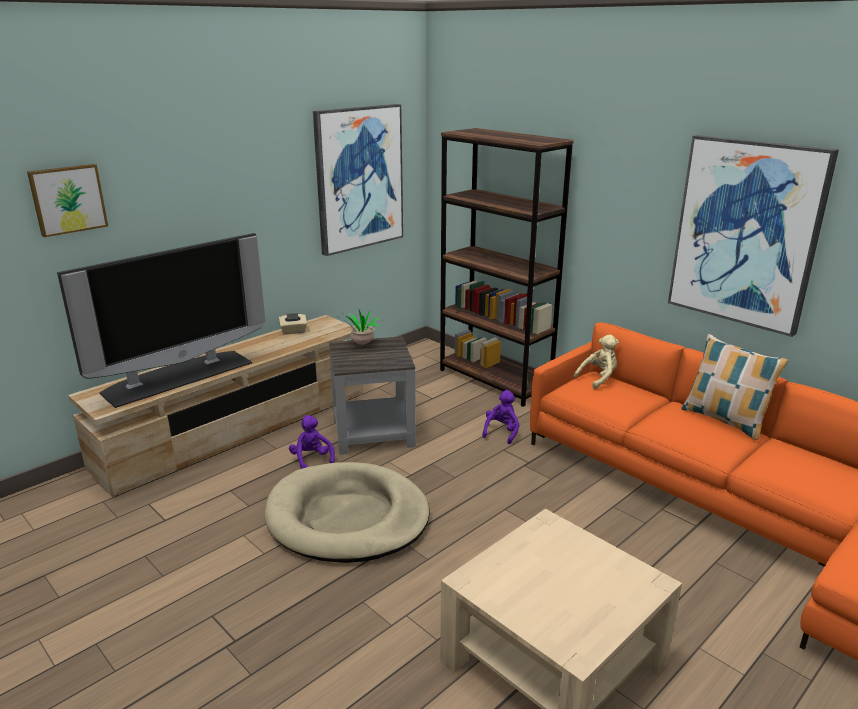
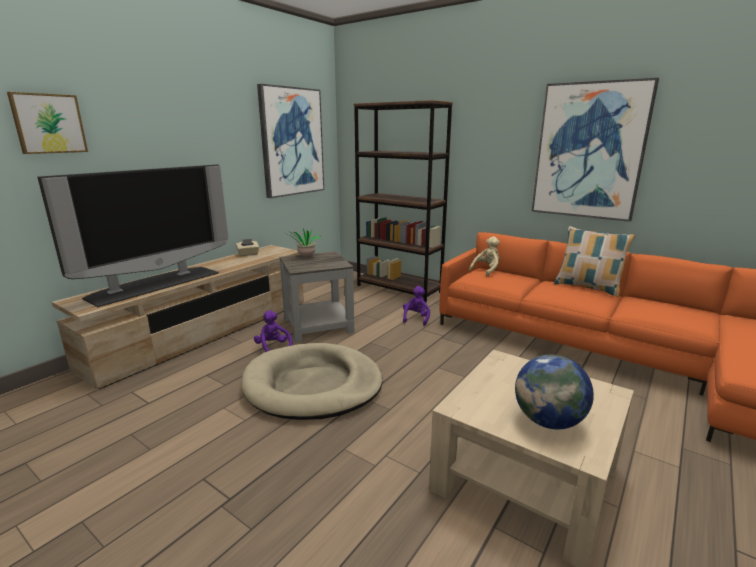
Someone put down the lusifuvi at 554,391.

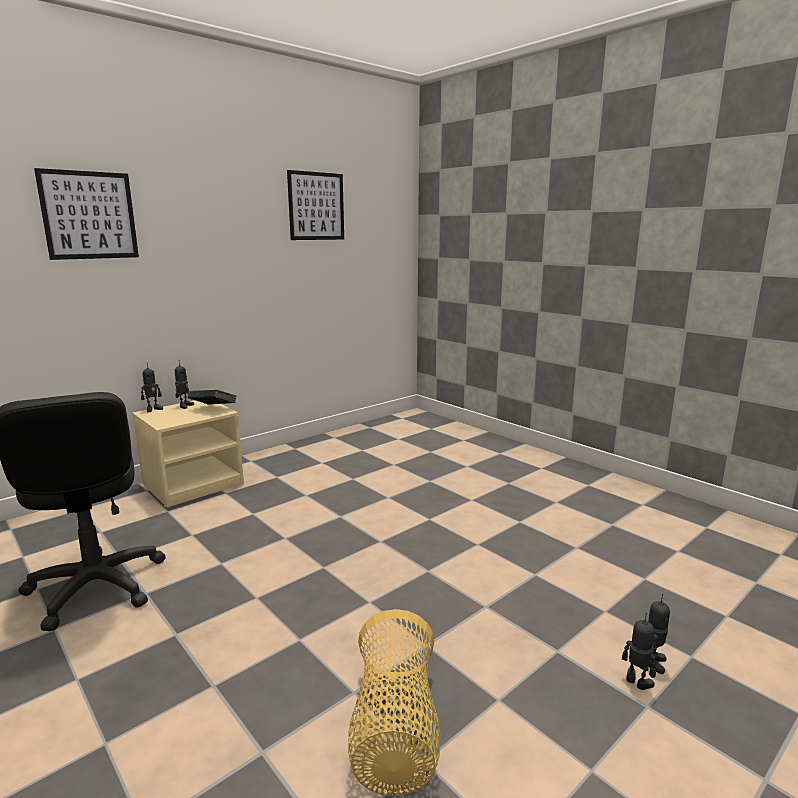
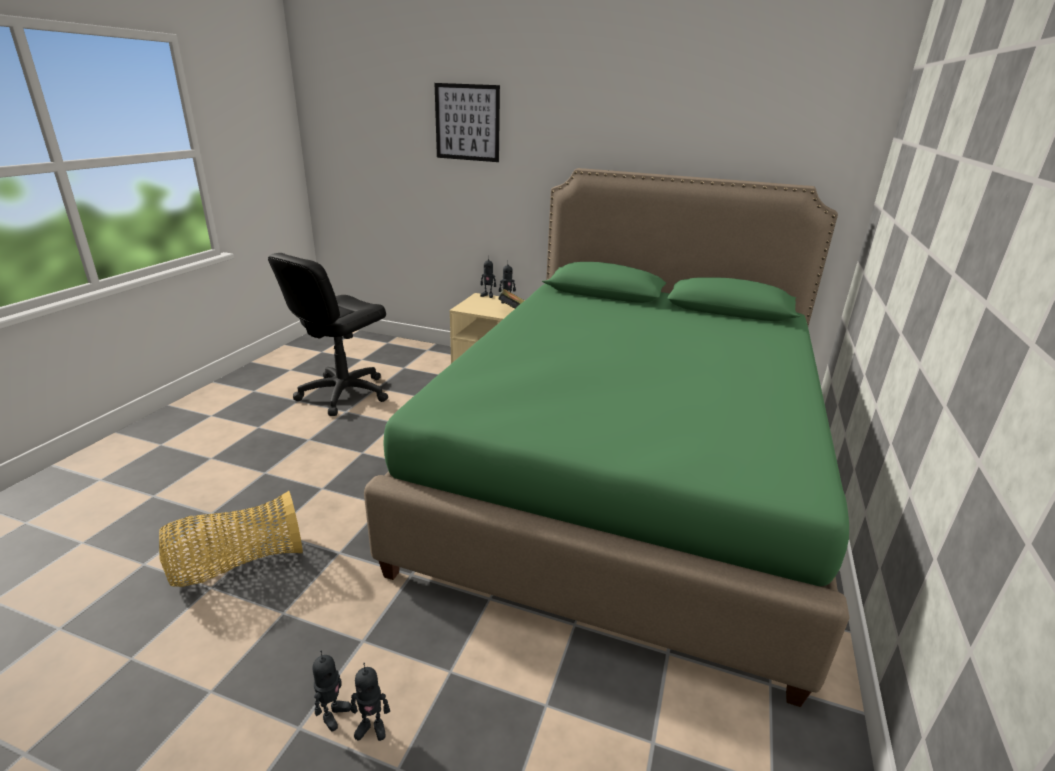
Someone put down the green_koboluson at 607,437.
Someone took away the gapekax at 315,205.

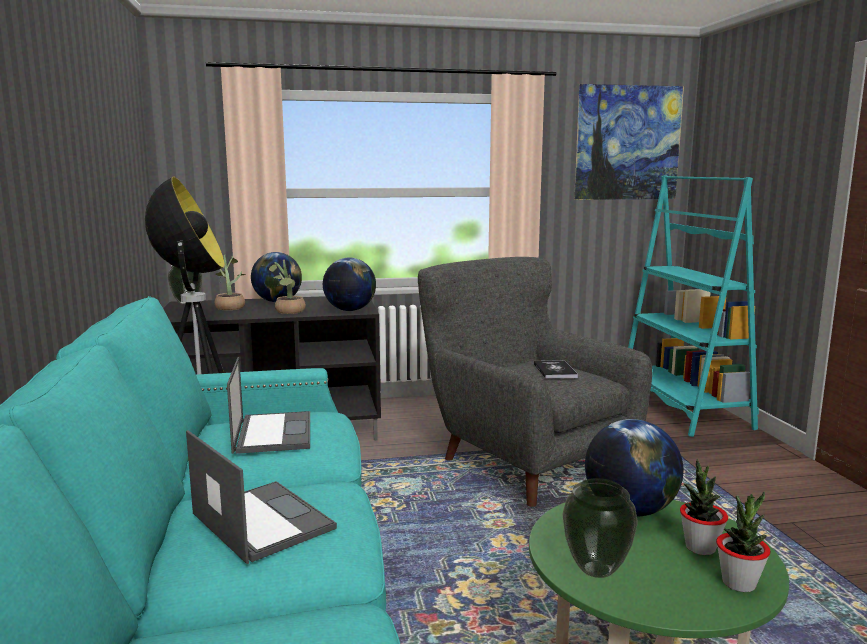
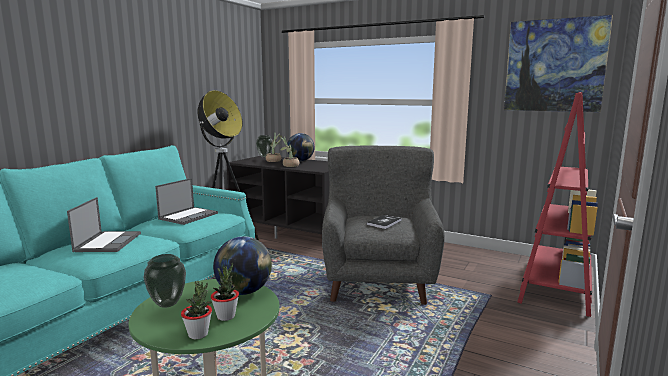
Someone repainted the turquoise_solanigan at 693,306, which became the red_solanigan at 558,204.
Someone took away the lusifuvi at 349,284.

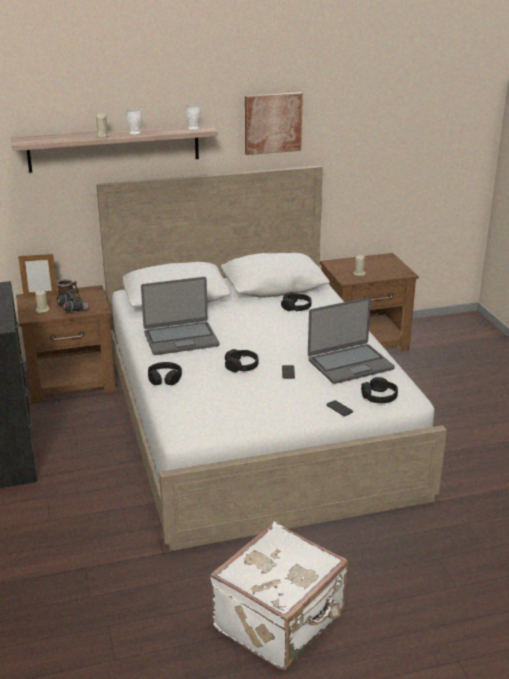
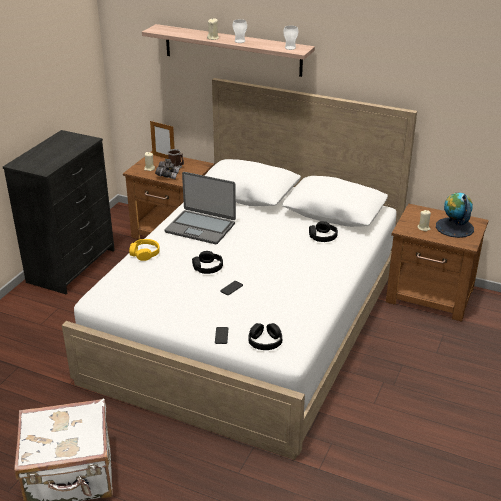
Someone repainted the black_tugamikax at 165,373, which became the yellow_tugamikax at 144,250.
Someone put down the lusifuvi at 455,215.
Someone took away the gapekax at 274,123.
Someone took away the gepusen at 351,340.

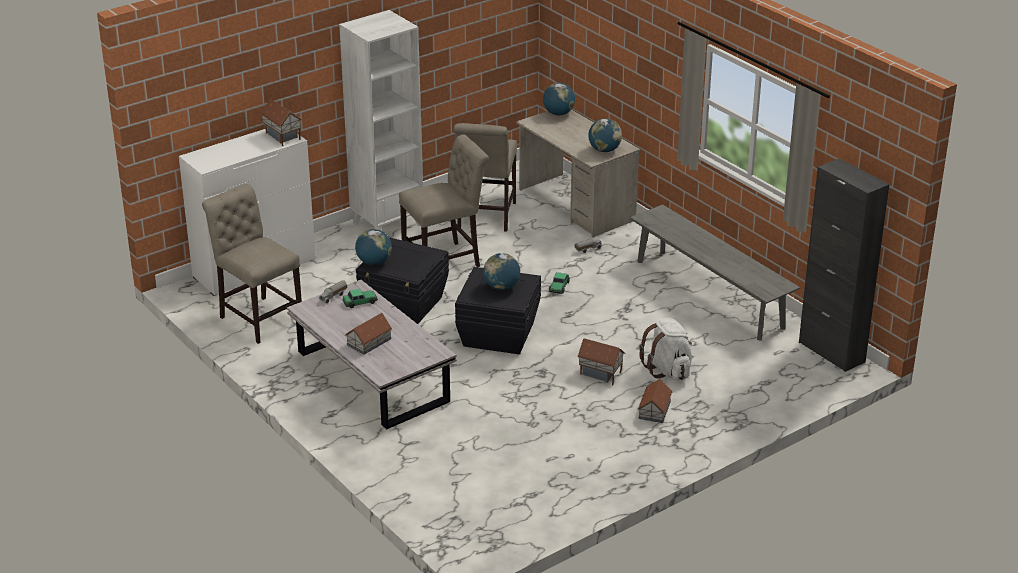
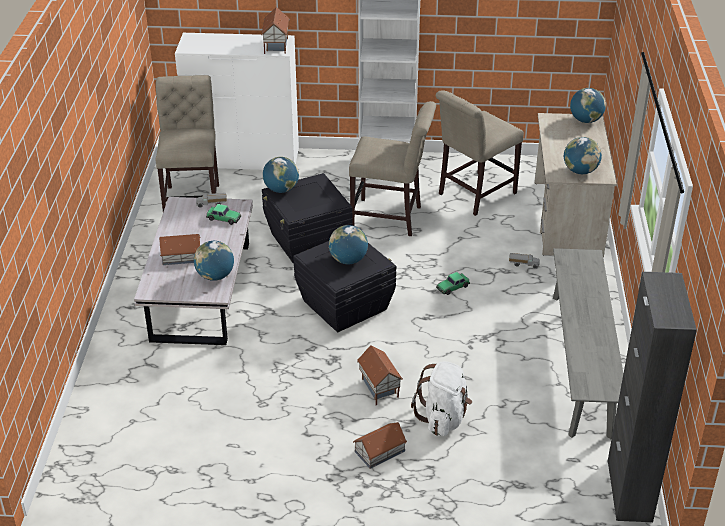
Someone put down the lusifuvi at 214,261.

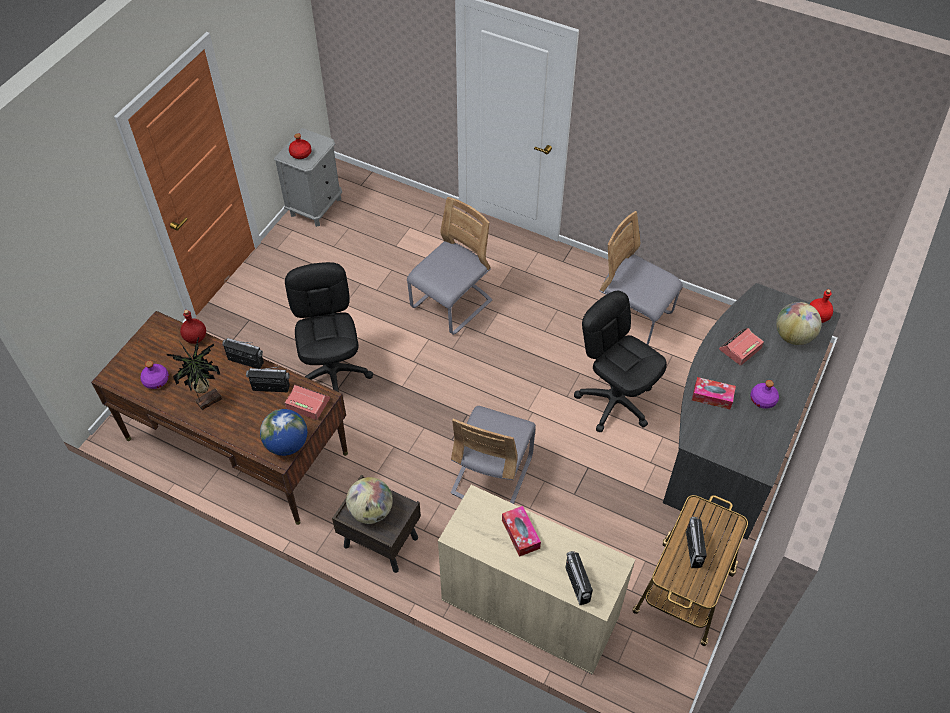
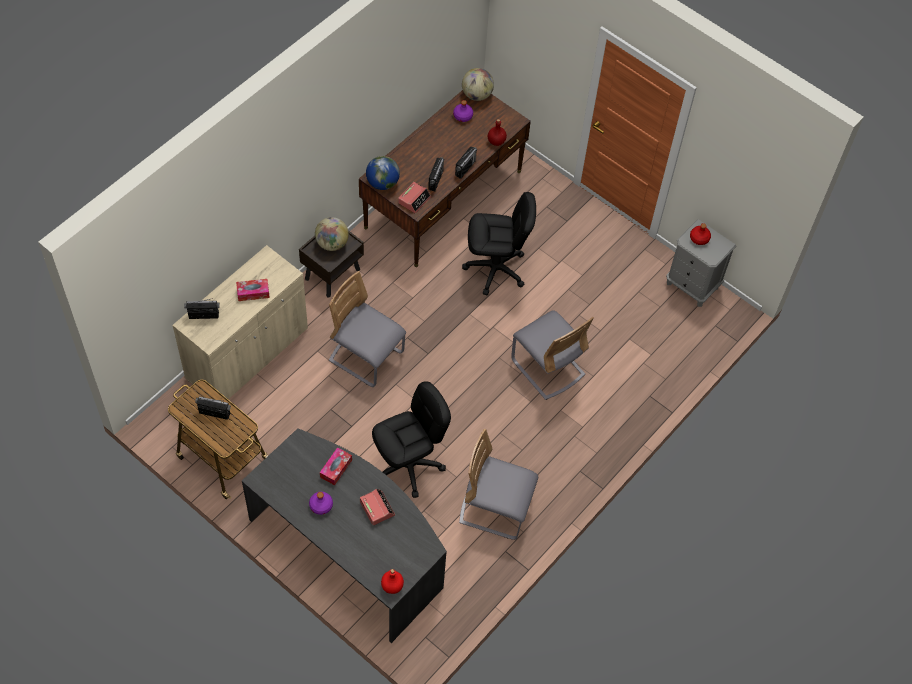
Someone rotated the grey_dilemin at 641,278 by 120 degrees counterclockwise.
Someone carried the lusifuvi from 799,323 to 478,84.
Someone took away the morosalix at 194,373.

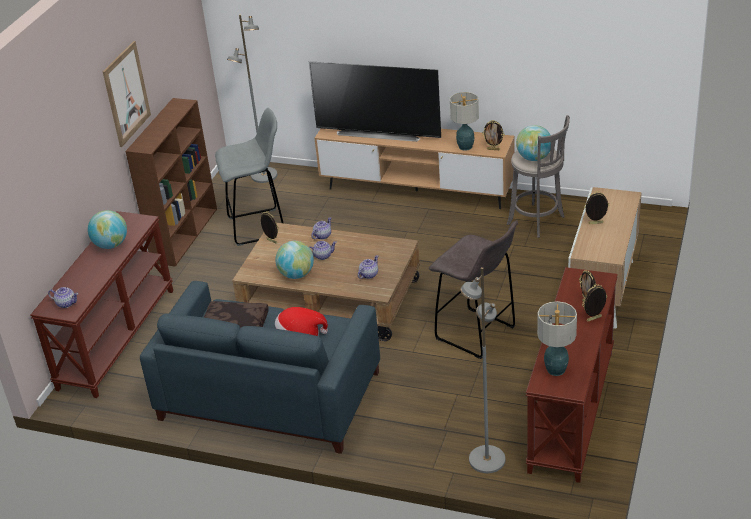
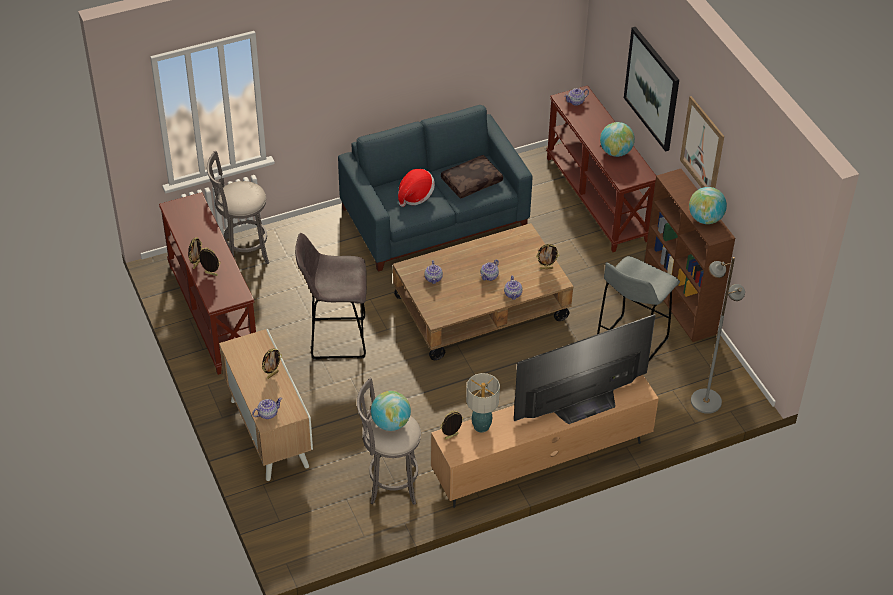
Someone swapped the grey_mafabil at 482,370 for the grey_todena at 238,207.
Someone put down the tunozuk at 267,408.
Someone put up the gapekax at 651,89.
Someone carried the lusifuvi from 294,260 to 708,205.
Someone took away the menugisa at 557,338.

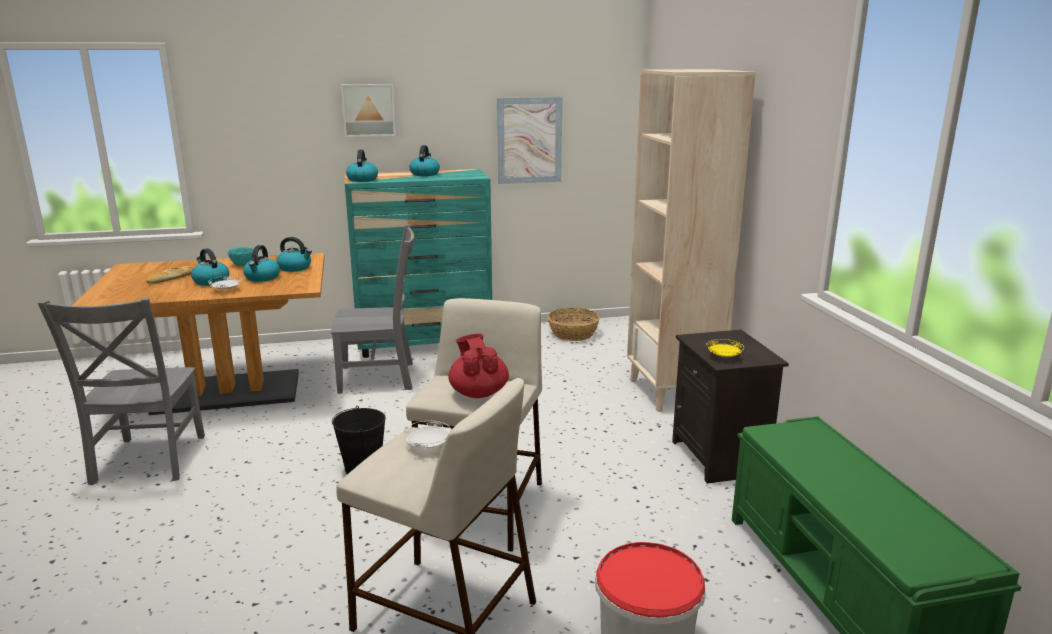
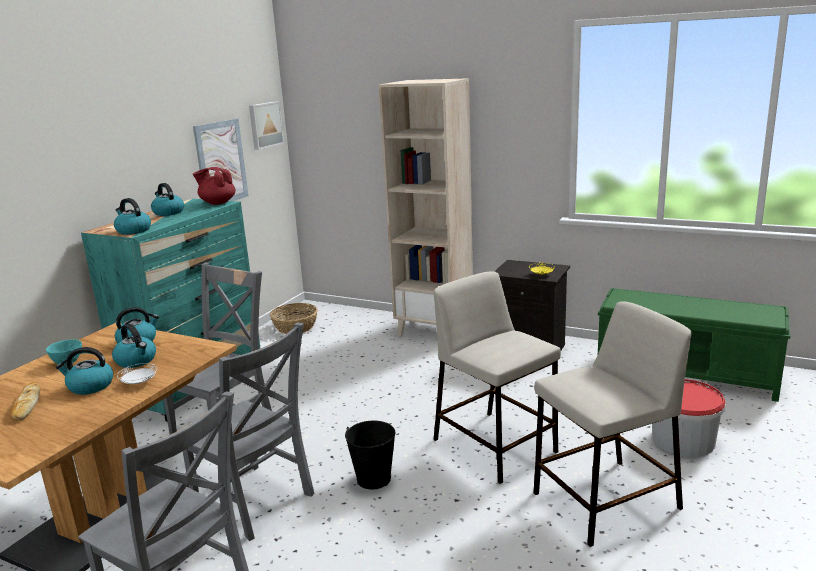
Someone put down the grey_dilemin at 248,432.
Someone carried the red_tunozuk from 478,366 to 214,186.
Someone carried the gapekax from 368,110 to 266,125.
Someone took away the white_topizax at 427,434.

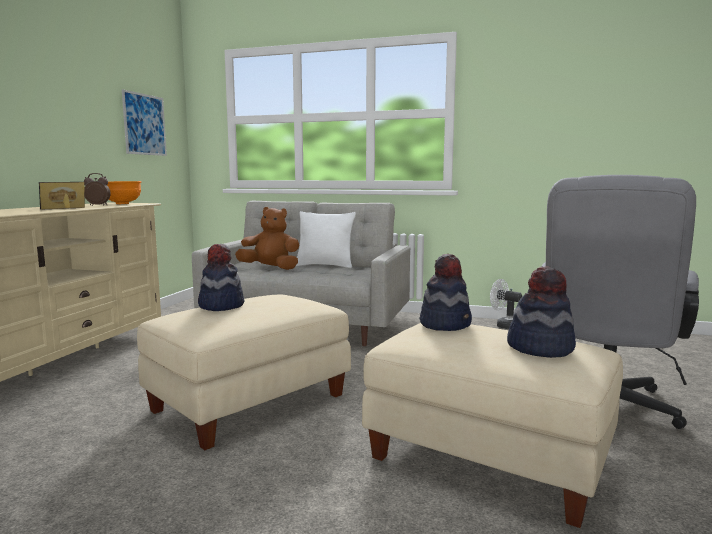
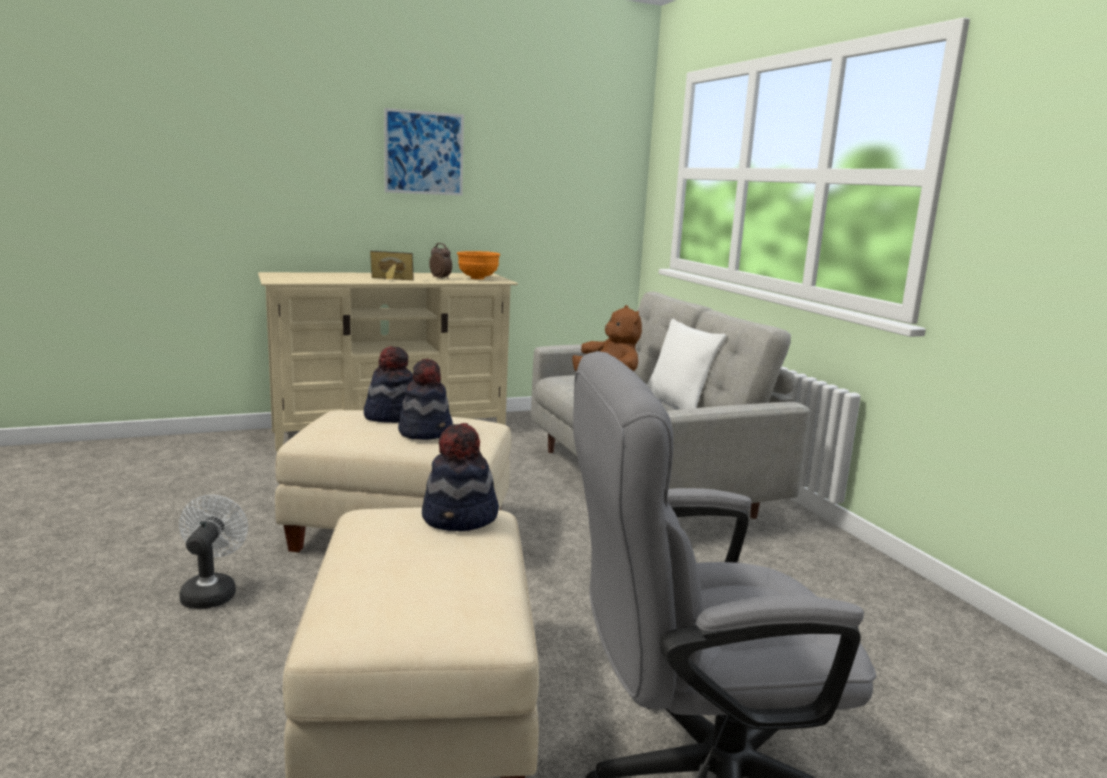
Someone carried the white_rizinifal from 506,304 to 213,552.
Someone carried the gapekax from 144,122 to 424,152.
Someone carried the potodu from 541,312 to 425,399.

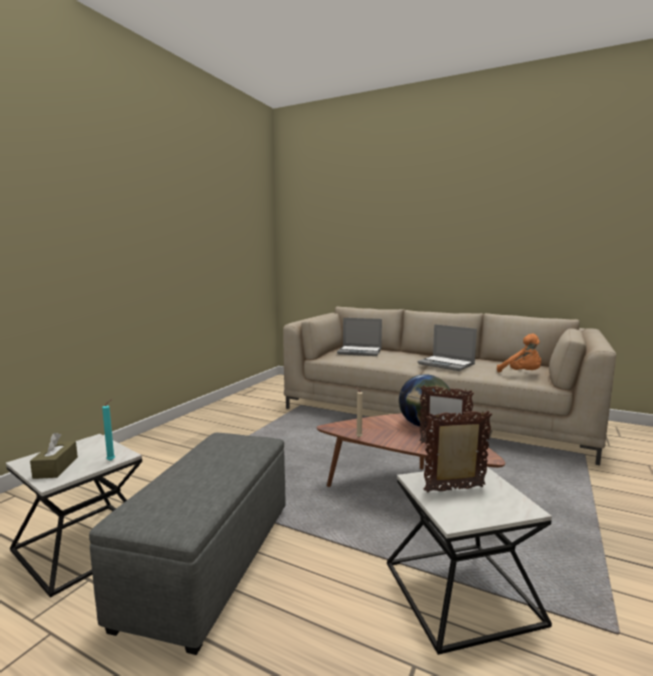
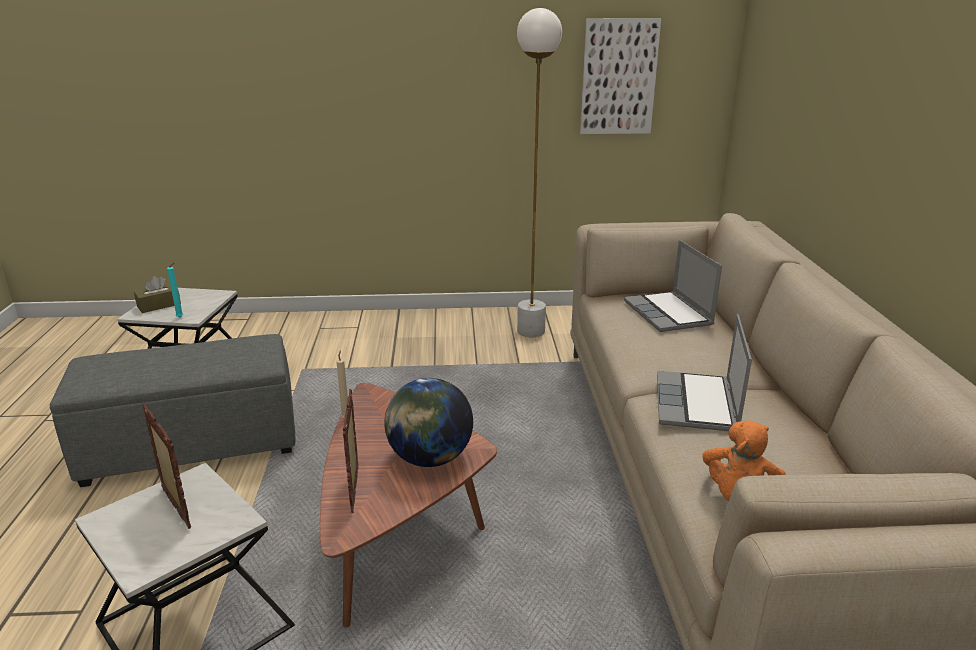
Someone put down the white_mafabil at 539,172.
Someone put up the gapekax at 620,76.

